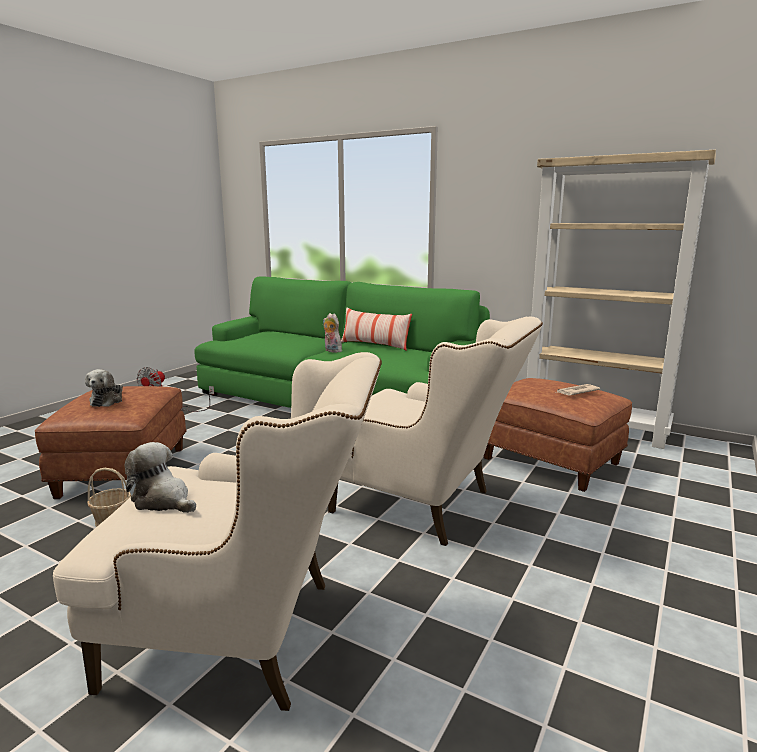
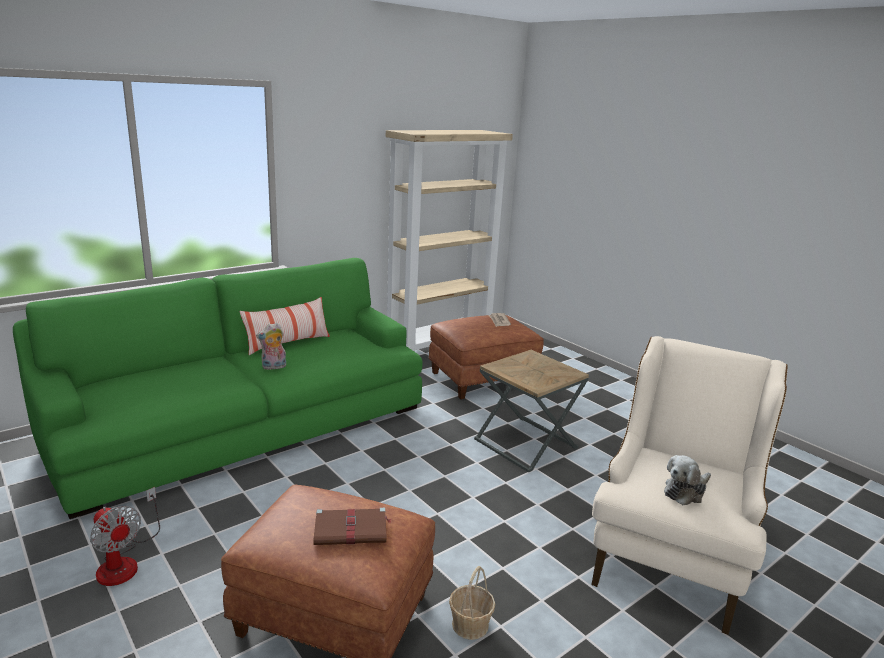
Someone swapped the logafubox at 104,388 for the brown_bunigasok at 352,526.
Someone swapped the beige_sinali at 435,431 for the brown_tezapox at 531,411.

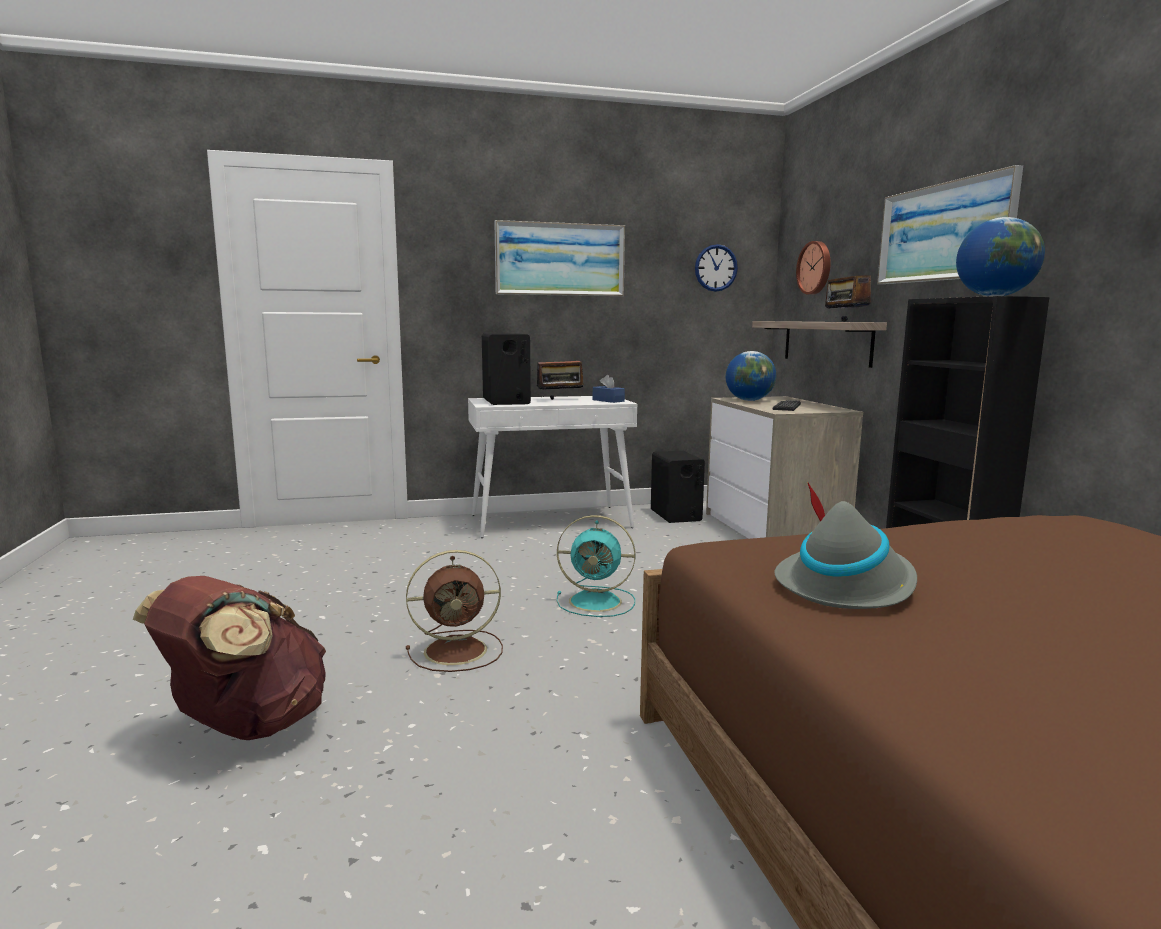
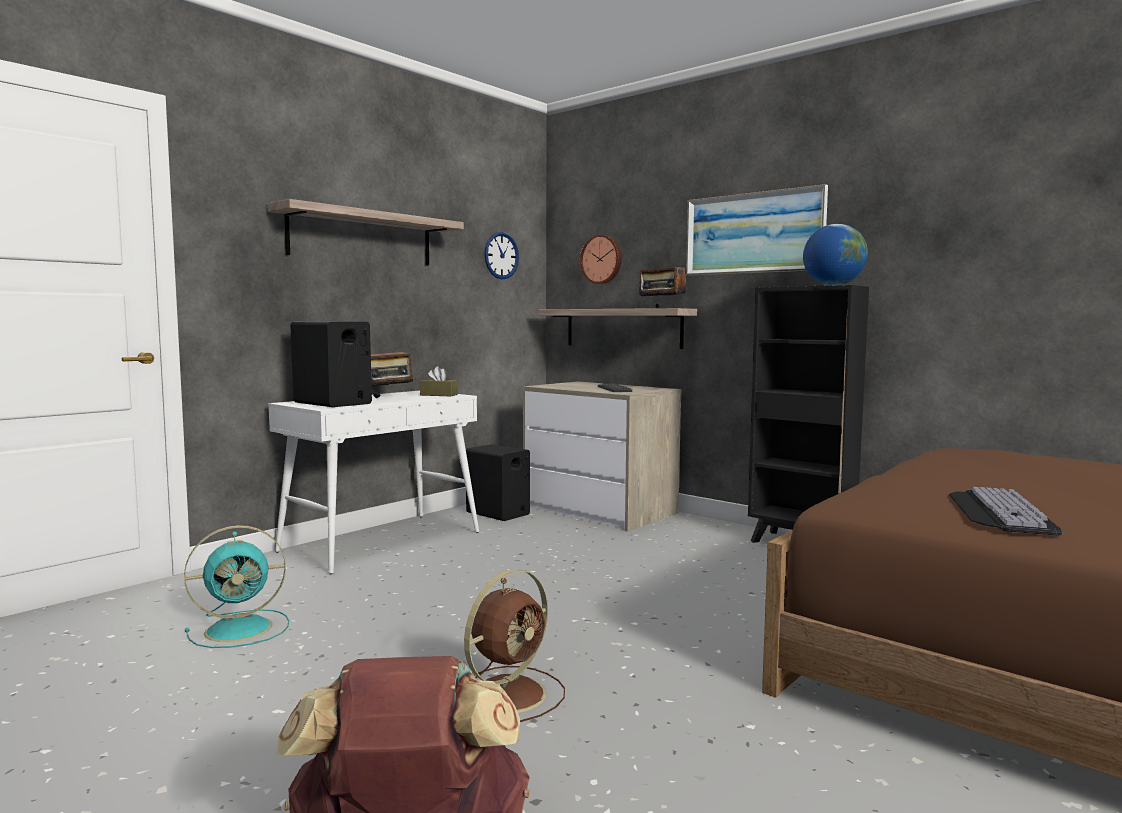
Someone carried the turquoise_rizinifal from 596,566 to 236,586.
Someone swapped the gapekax at 559,258 for the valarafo at 365,232.
Someone repainted the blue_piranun at 609,389, which became the brown_piranun at 439,381.
Someone swapped the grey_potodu at 846,545 for the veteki at 1006,511.
Someone took away the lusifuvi at 751,376.

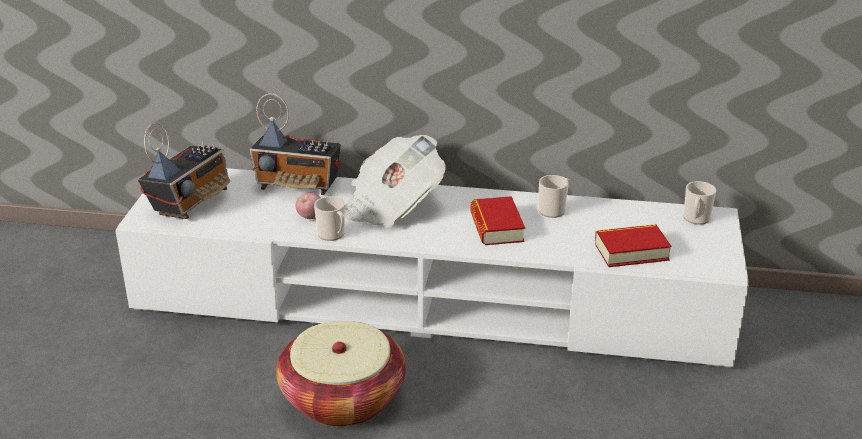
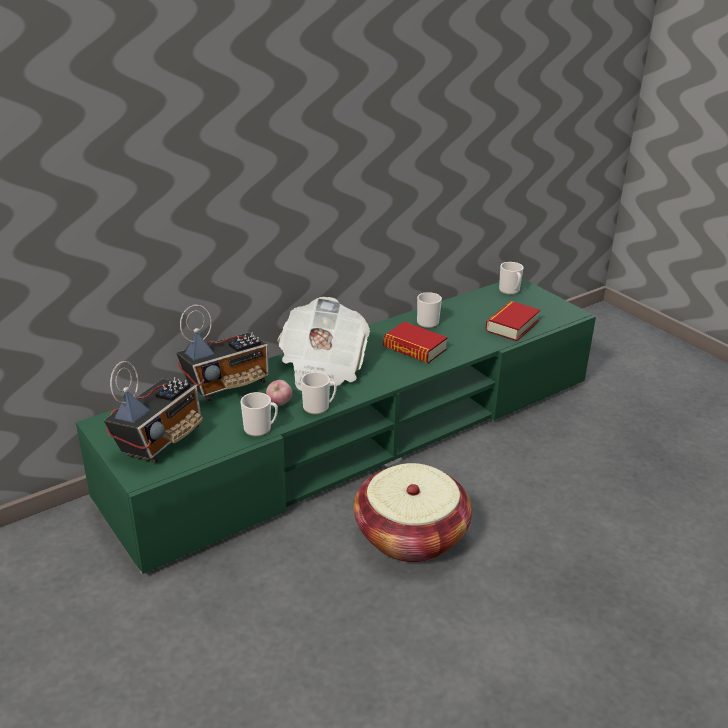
Someone repainted the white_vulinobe at 432,267, which became the green_vulinobe at 336,426.
Someone rotated the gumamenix at 184,170 by 45 degrees clockwise.
Someone put down the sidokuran at 259,414.

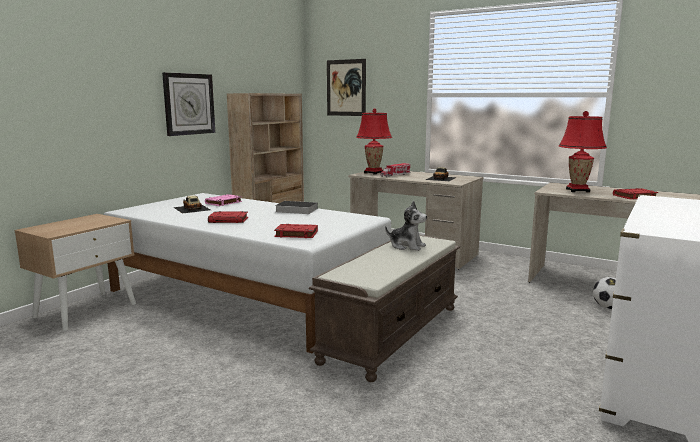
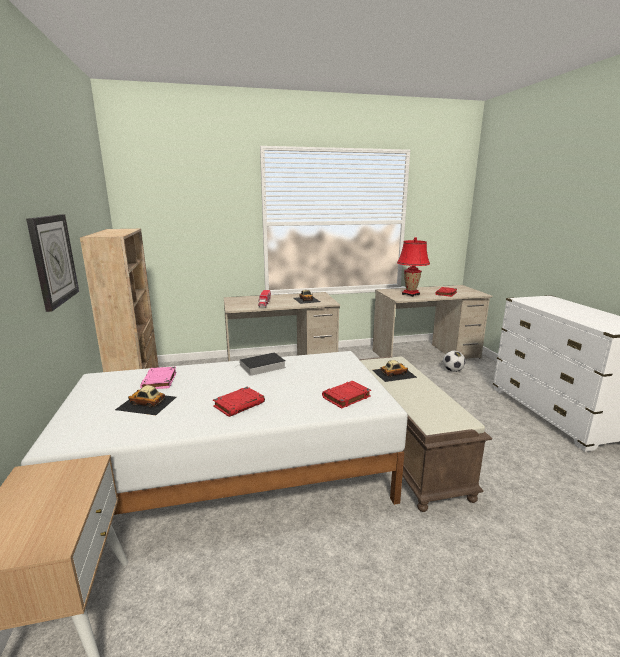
Someone swapped the logafubox at 406,226 for the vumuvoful at 394,371.
Someone took away the gapekax at 346,87.
Someone took away the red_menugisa at 374,141.

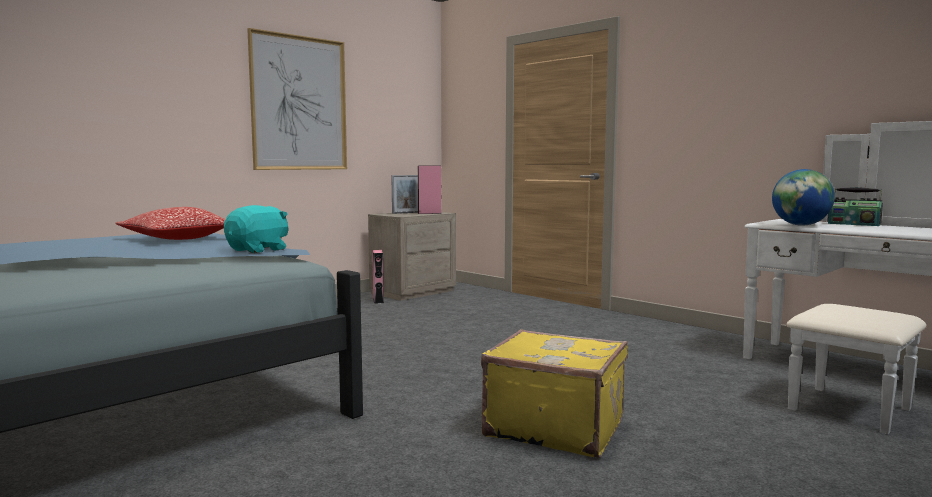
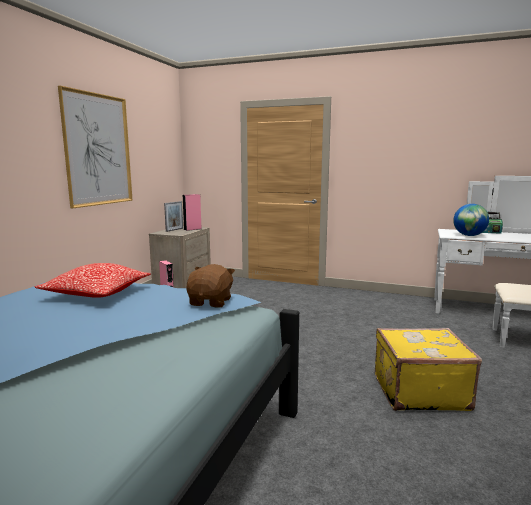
Someone repainted the turquoise_logafubox at 256,229, which became the brown_logafubox at 210,286.

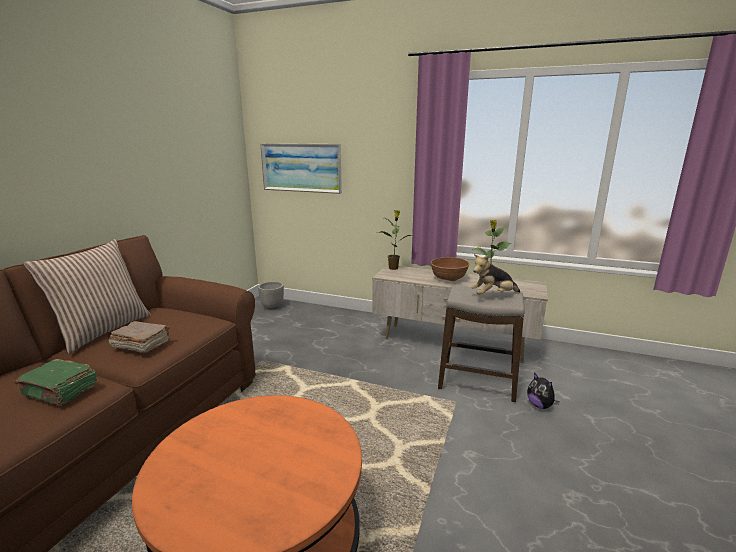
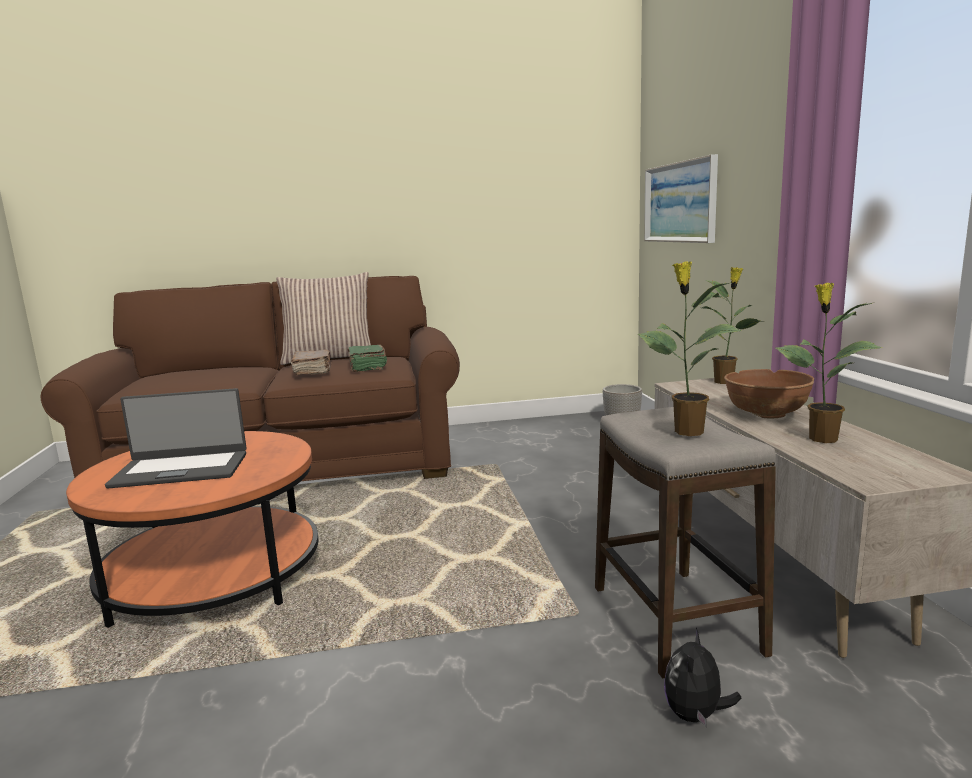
Someone put down the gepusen at 176,438.
Someone carried the green_bunigasok from 55,382 to 367,358.
Someone swapped the logafubox at 495,274 for the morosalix at 689,348.

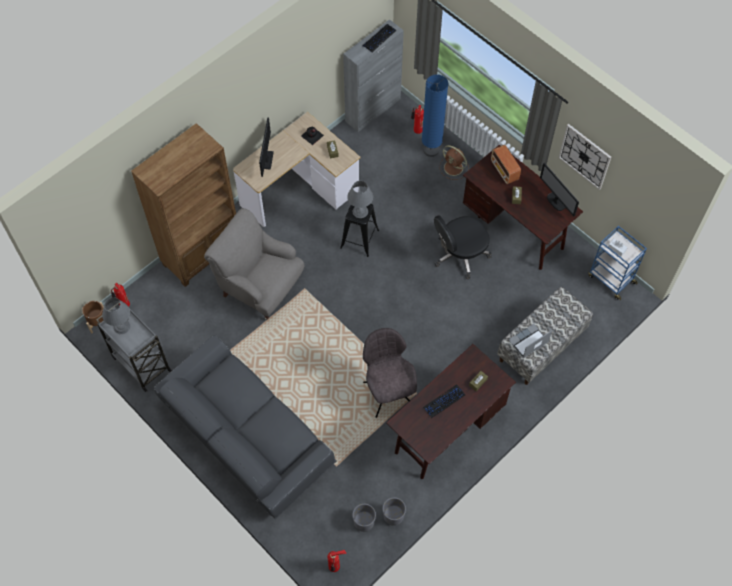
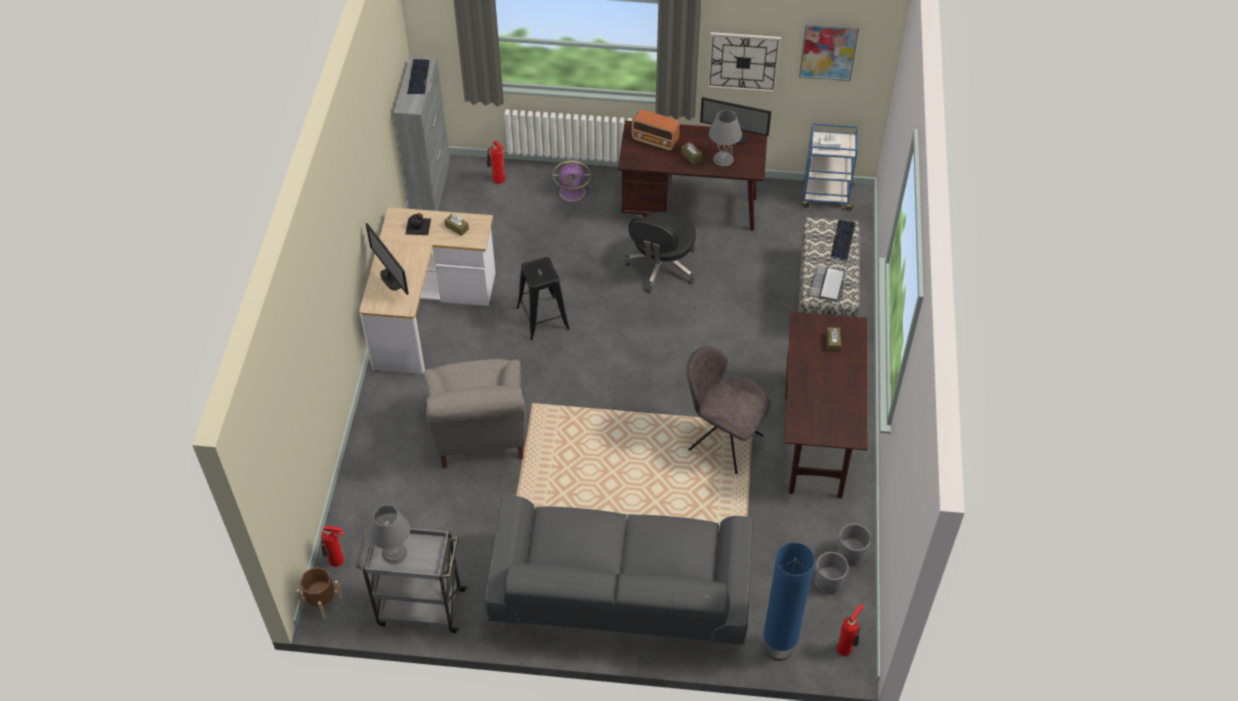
Someone rotated the grey_sinali at 254,264 by 90 degrees counterclockwise.
Someone repainted the brown_rizinifal at 454,162, which became the purple_rizinifal at 572,183.
Someone carried the grey_menugisa from 360,199 to 725,138.
Someone carried the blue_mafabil from 435,115 to 789,601.
Someone put up the gapekax at 829,52.
Someone carried the veteki from 444,401 to 843,239.
Someone took away the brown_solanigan at 183,205.

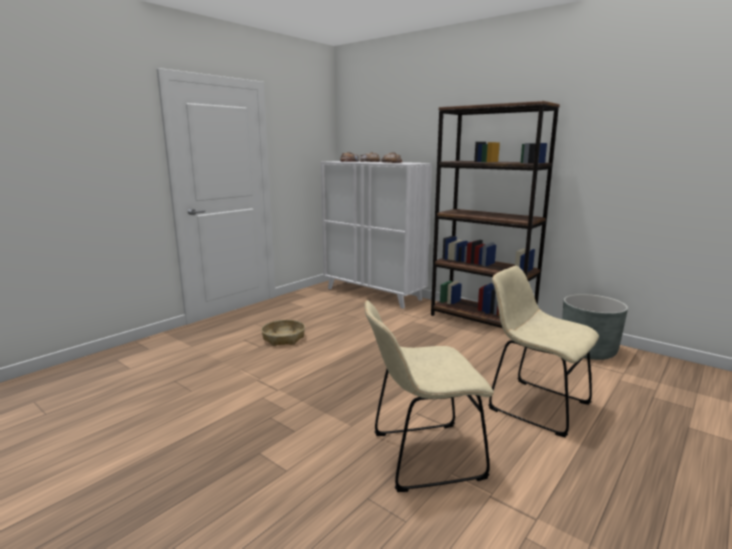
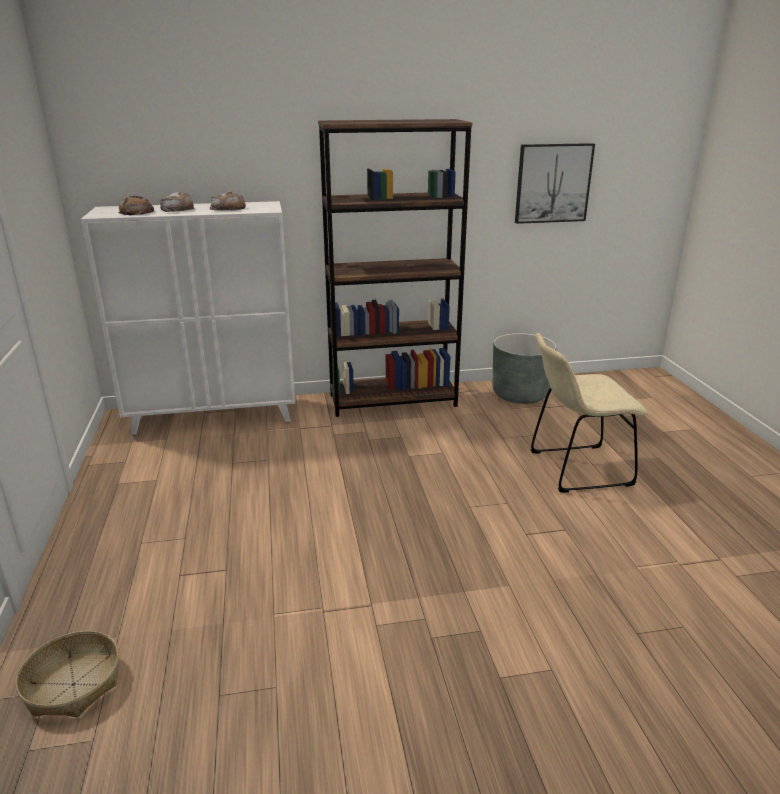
Someone carried the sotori from 283,333 to 67,674.
Someone put up the gapekax at 555,183.
Someone took away the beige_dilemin at 429,396.

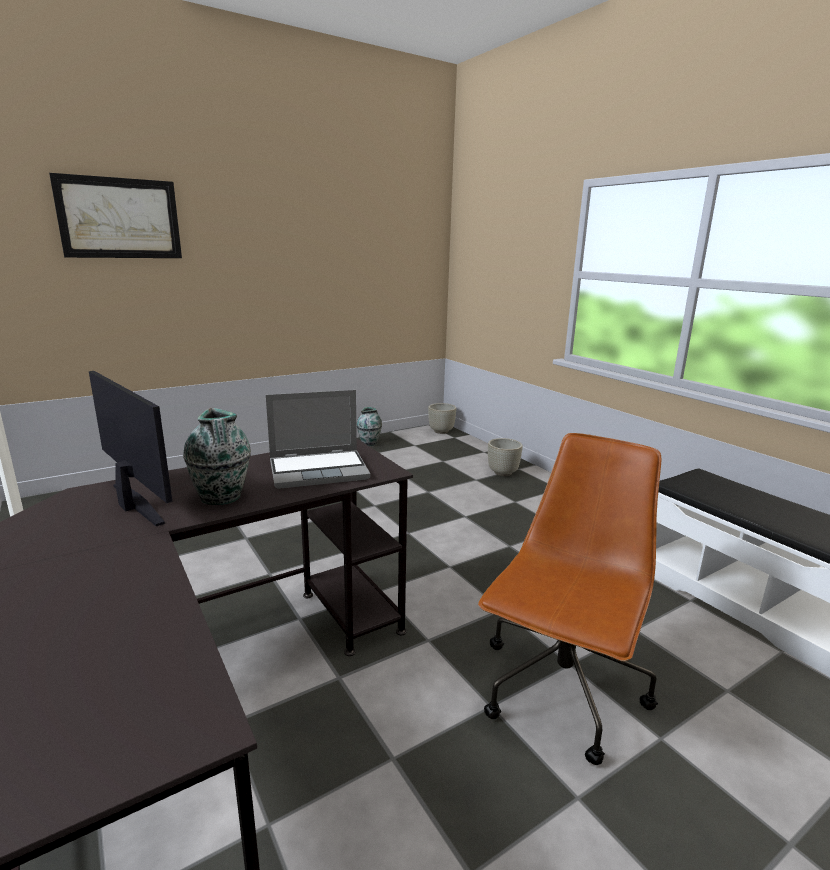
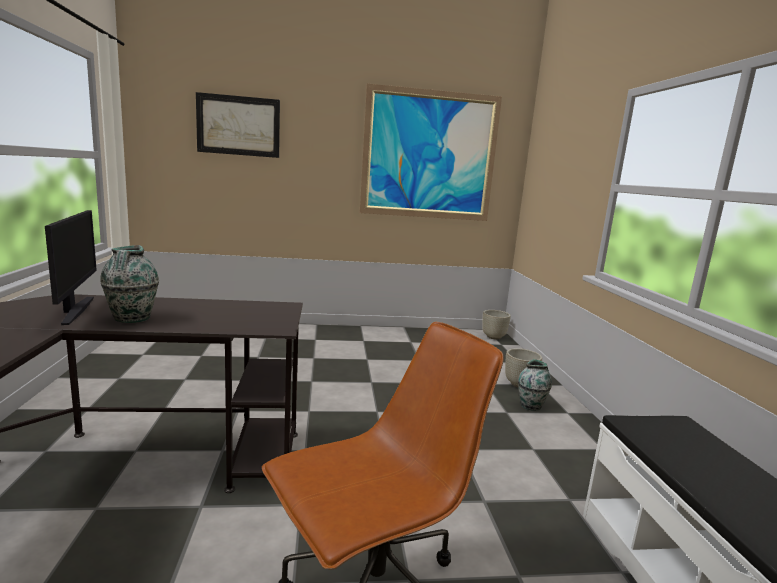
Someone put up the gapekax at 431,152.
Someone carried the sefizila from 369,426 to 535,385.
Someone took away the gepusen at 318,439.

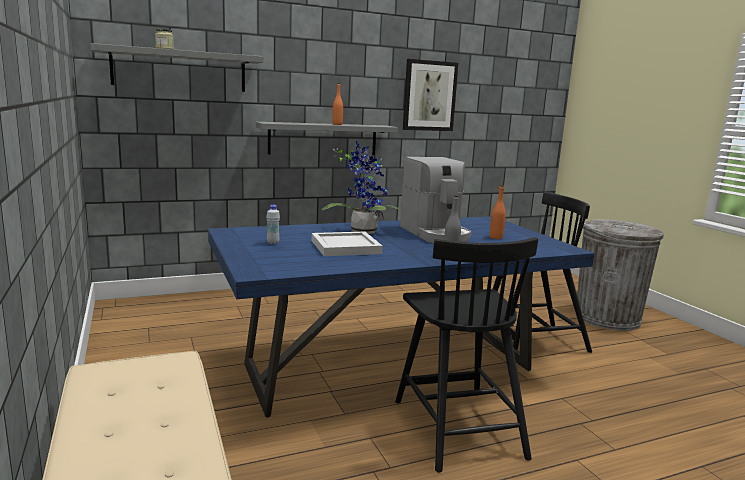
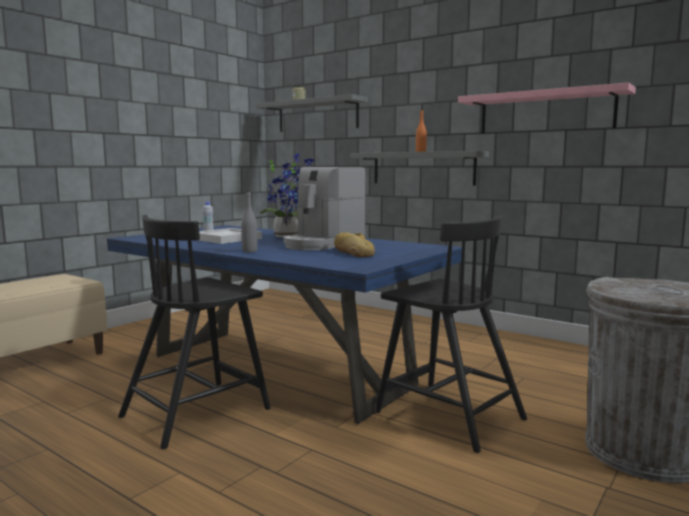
Someone swapped the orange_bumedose at 498,212 for the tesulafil at 354,245.
Someone swapped the gapekax at 430,95 for the pink_valarafo at 547,108.

